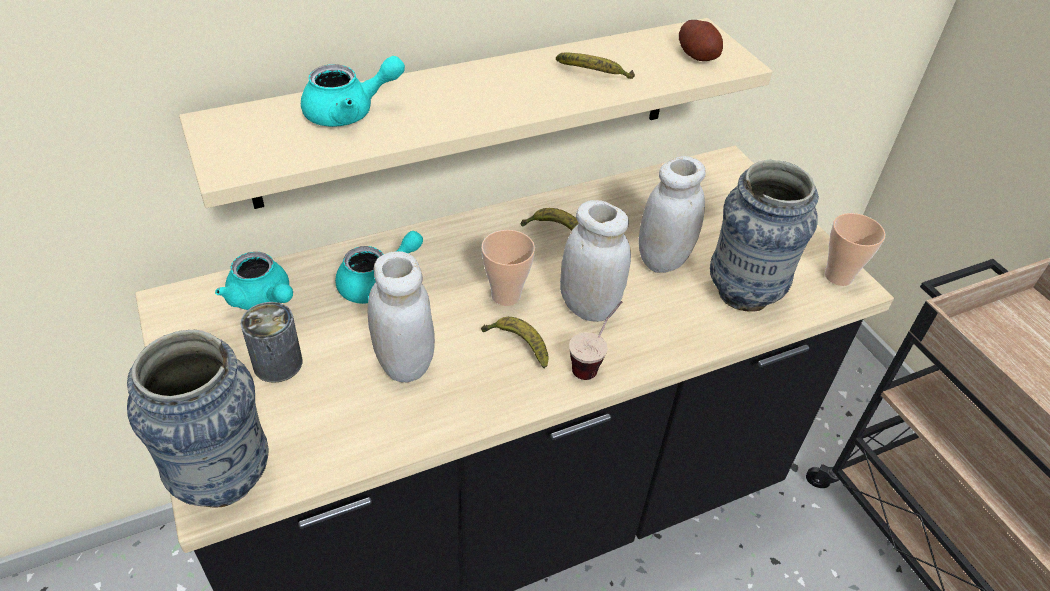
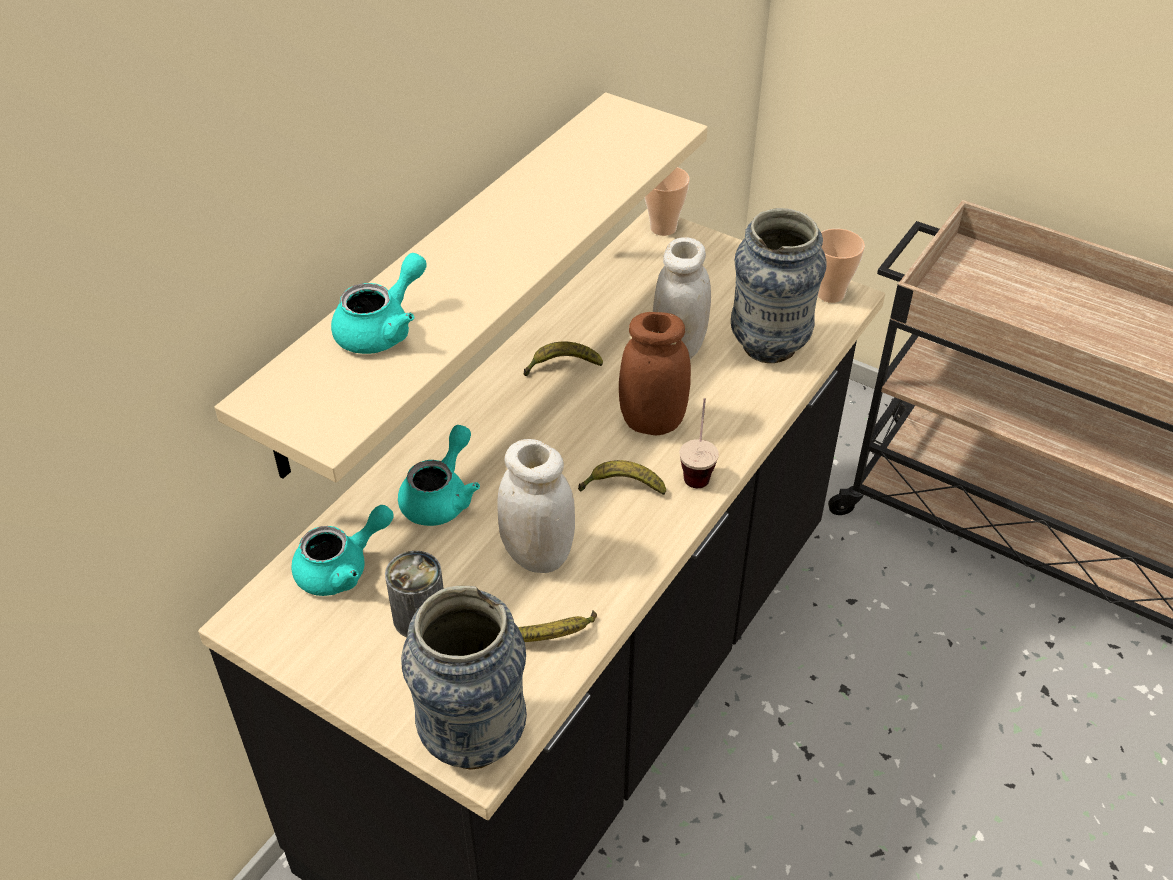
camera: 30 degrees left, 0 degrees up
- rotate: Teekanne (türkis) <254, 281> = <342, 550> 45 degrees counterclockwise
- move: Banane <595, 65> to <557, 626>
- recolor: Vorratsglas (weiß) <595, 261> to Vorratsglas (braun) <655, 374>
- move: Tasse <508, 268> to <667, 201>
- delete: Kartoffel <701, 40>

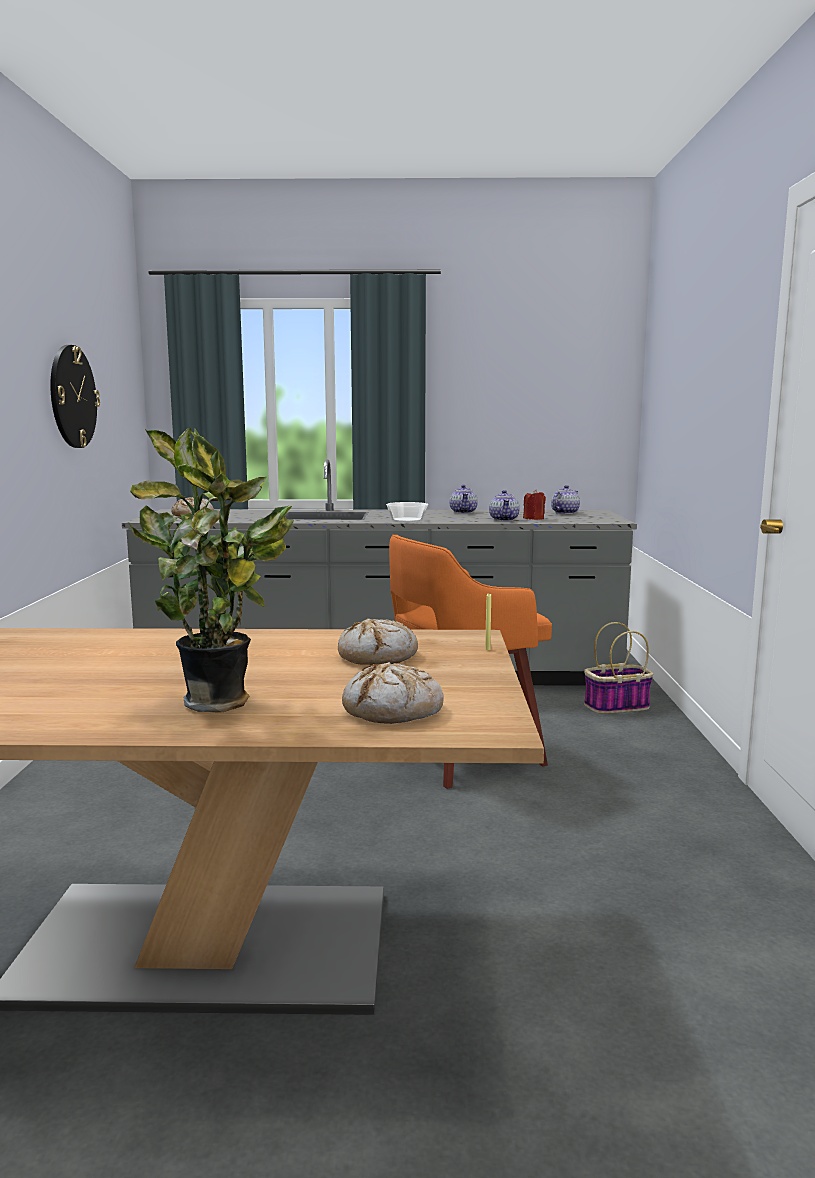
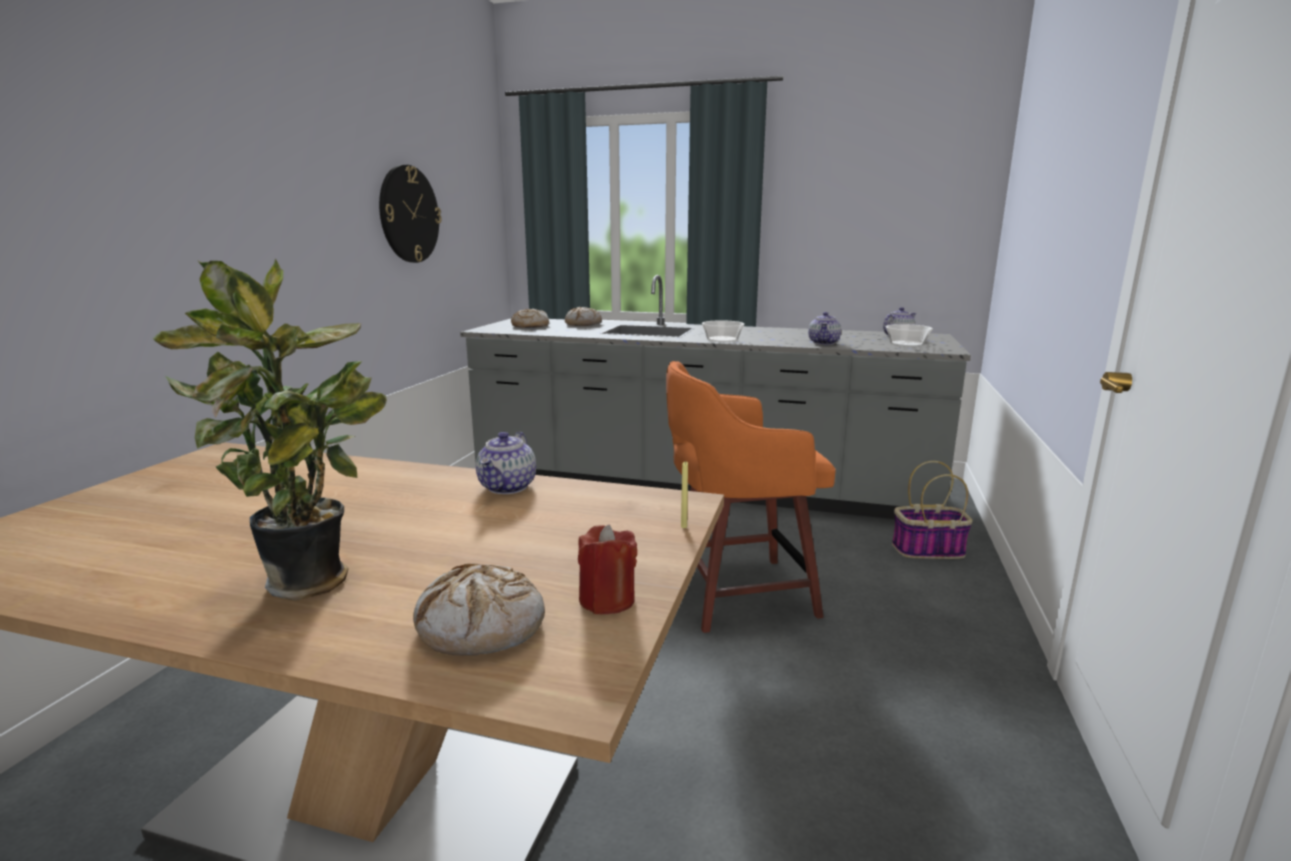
camera: 15 degrees right, 5 degrees up
- move: Teekanne <463, 499> to <506, 463>
- move: Brot <378, 641> to <583, 316>
- move: Kerze (rot) <534, 505> to <607, 569>
- insert: Schüssel <909, 335>

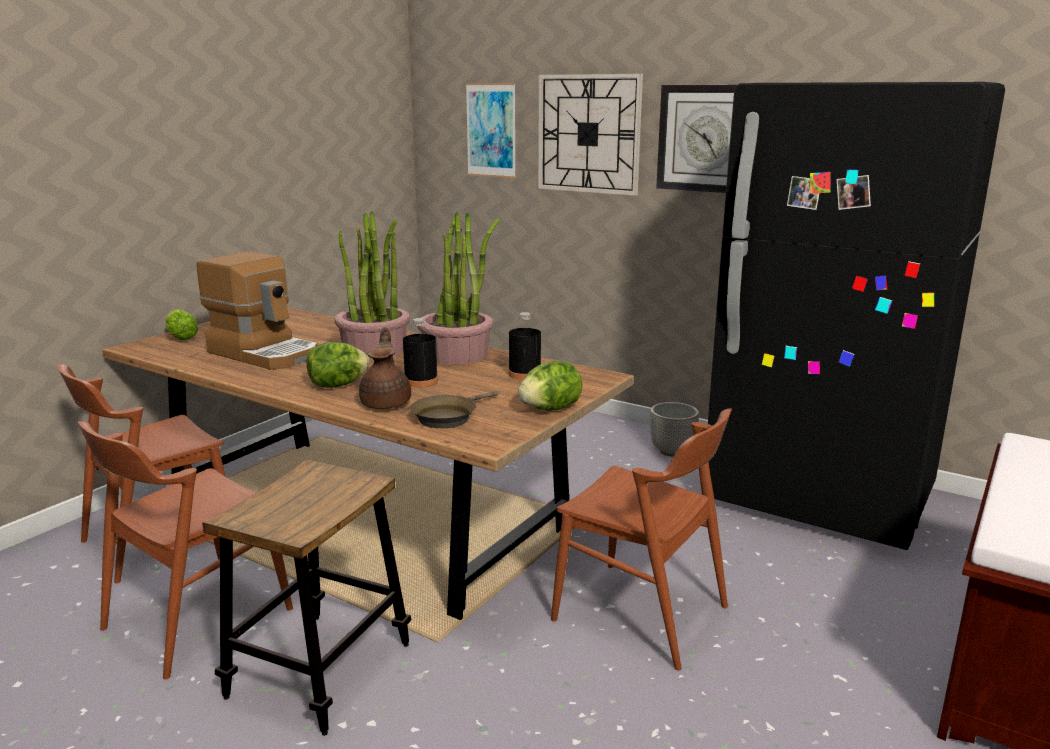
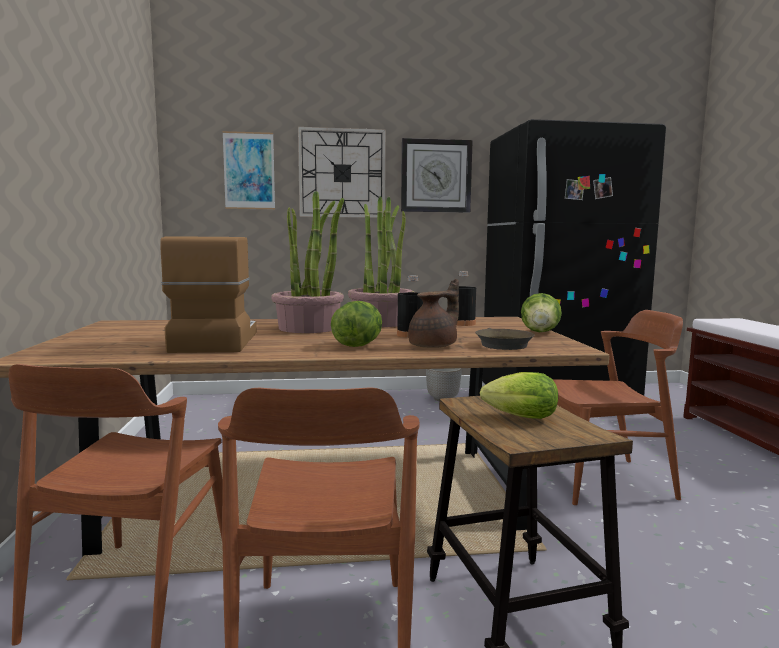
camera: 40 degrees left, 10 degrees down
- rotate: Kaffeemaschine <257, 311> = <208, 294> 90 degrees counterclockwise
- rotate: Teekanne (braun) <385, 368> = <433, 313> 90 degrees clockwise
- move: Salatkopf <182, 324> to <519, 395>

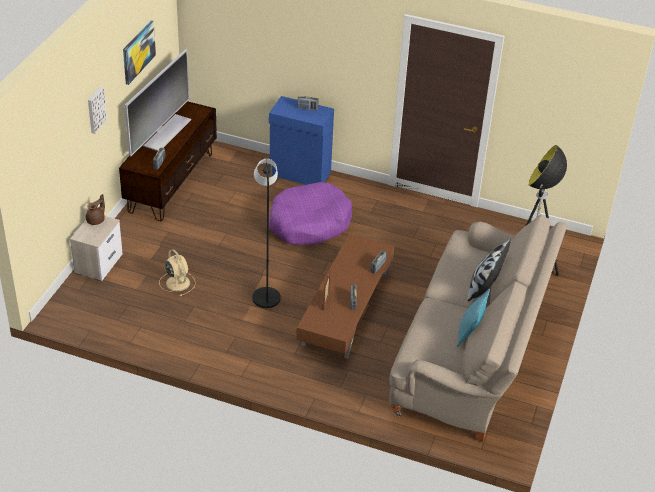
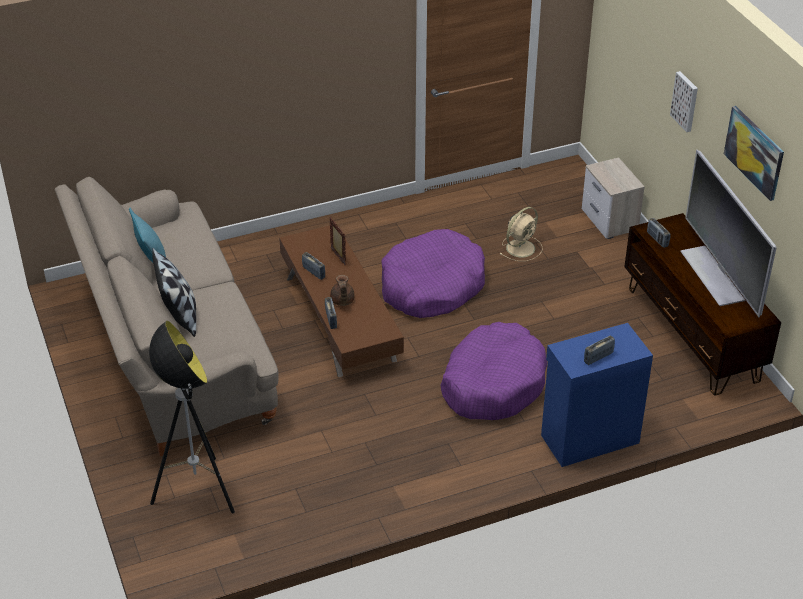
camera: 140 degrees right, 0 degrees up
- move: Teekanne (braun) <95, 209> to <342, 290>
- replace: Stehlampe (schwarz) <266, 233> to Hundebett (lila) <433, 273>
- rotate: Ventilator (beige) <177, 272> = <521, 234> 60 degrees counterclockwise

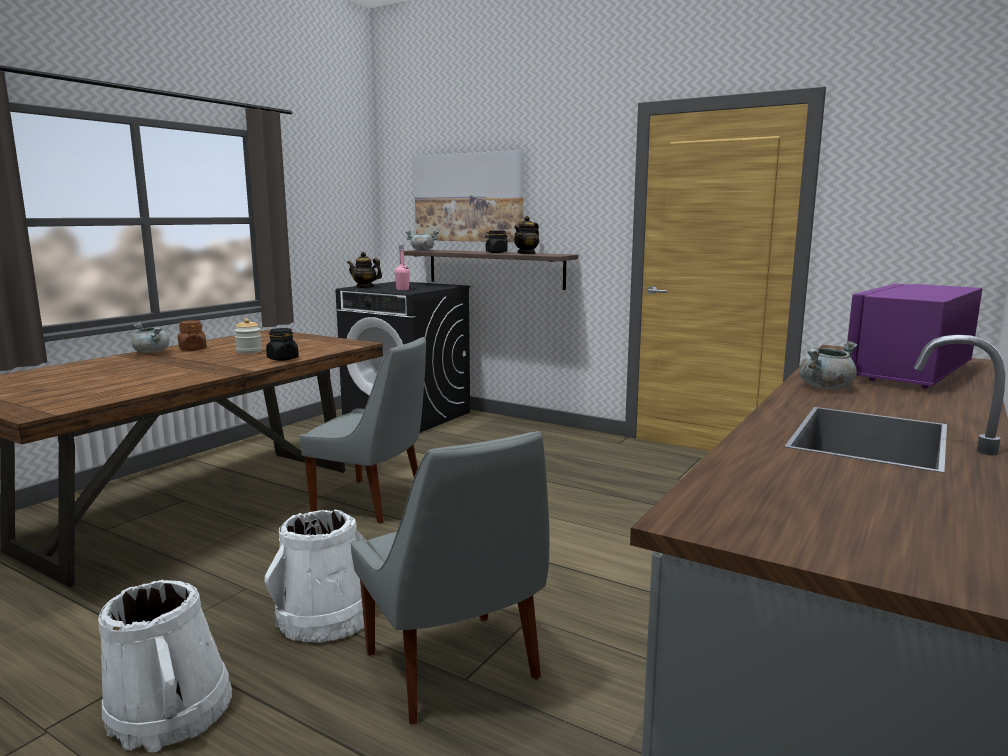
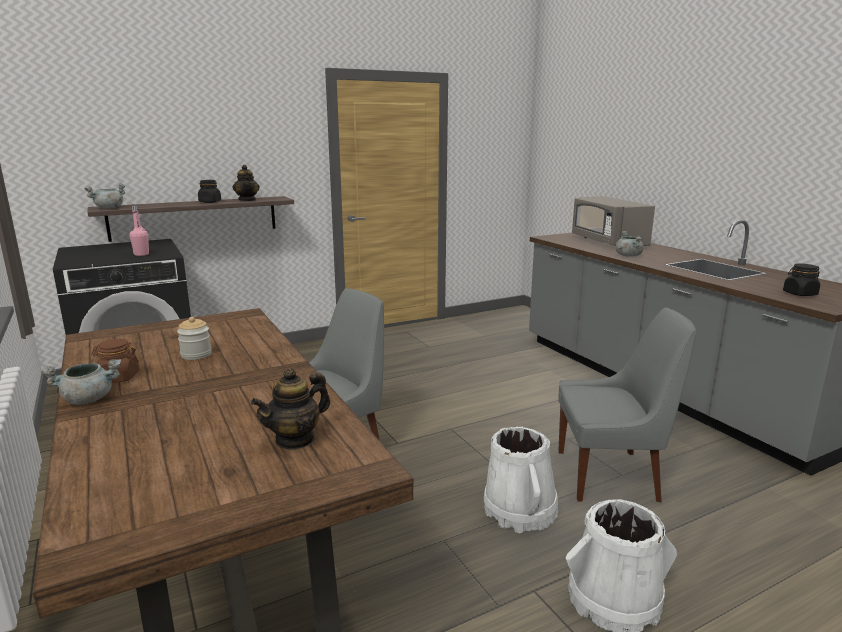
camera: 60 degrees left, 5 degrees up
- move: Teekanne <364, 270> to <290, 409>
- recolor: Mikrowelle (lila) <914, 336> to Mikrowelle (grau) <613, 221>
- move: Vorratsglas (schwarz) <282, 344> to <801, 280>
- delete: Bild <469, 196>

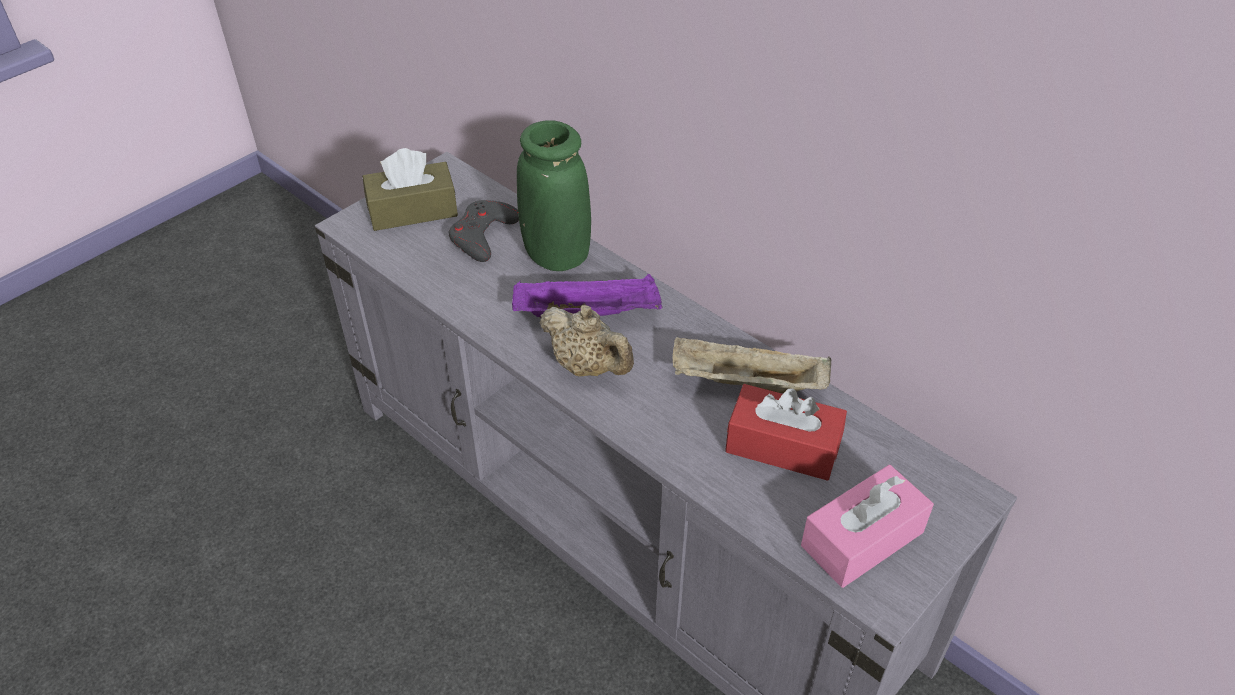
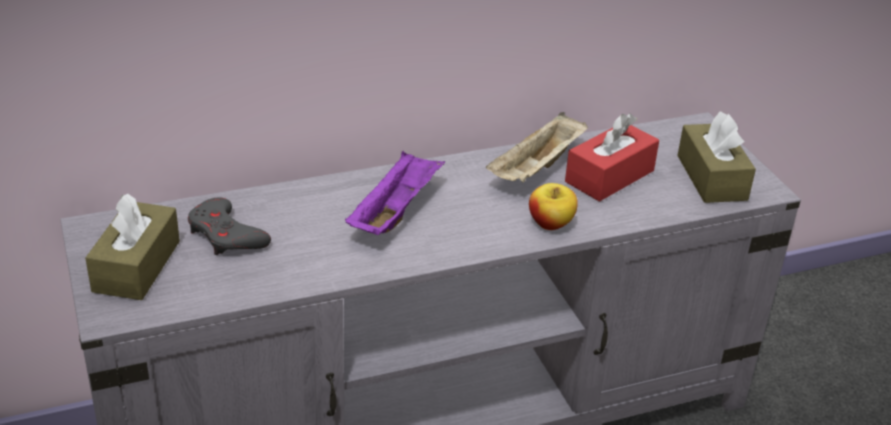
camera: 65 degrees left, 10 degrees down
- insert: Apfel <553, 206>
- recolor: Taschentuchbox (rosa) <867, 526> to Taschentuchbox (braun) <716, 157>
- delete: Vase (grün) <554, 195>
- delete: Teekanne (beige) <586, 341>

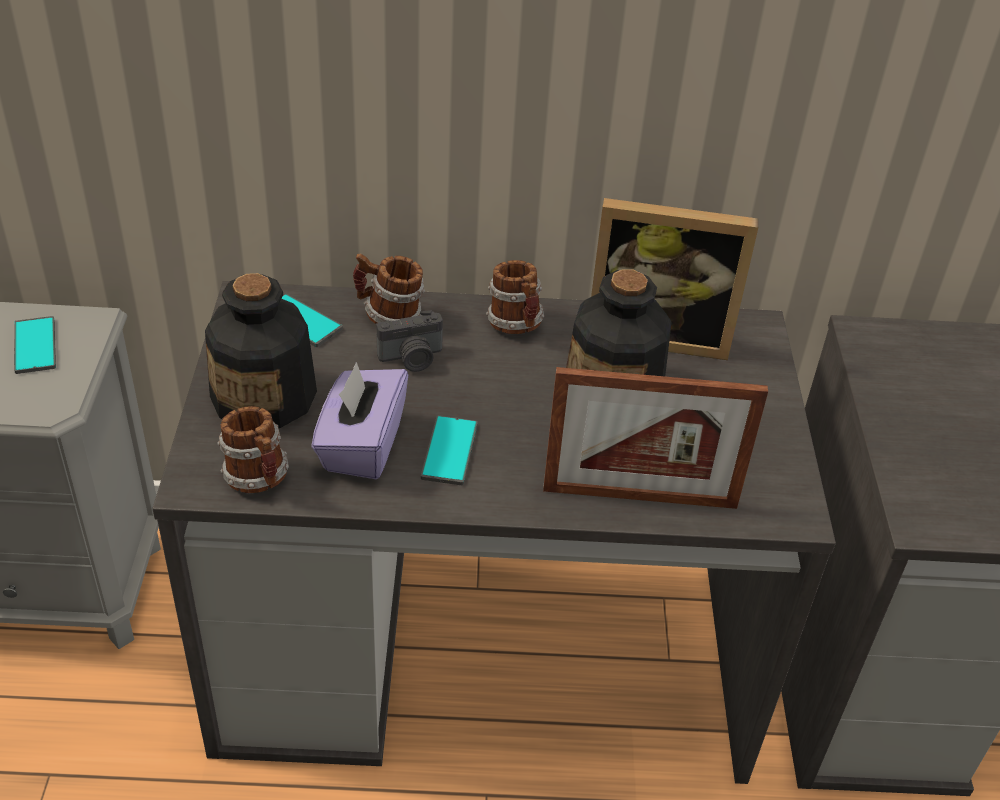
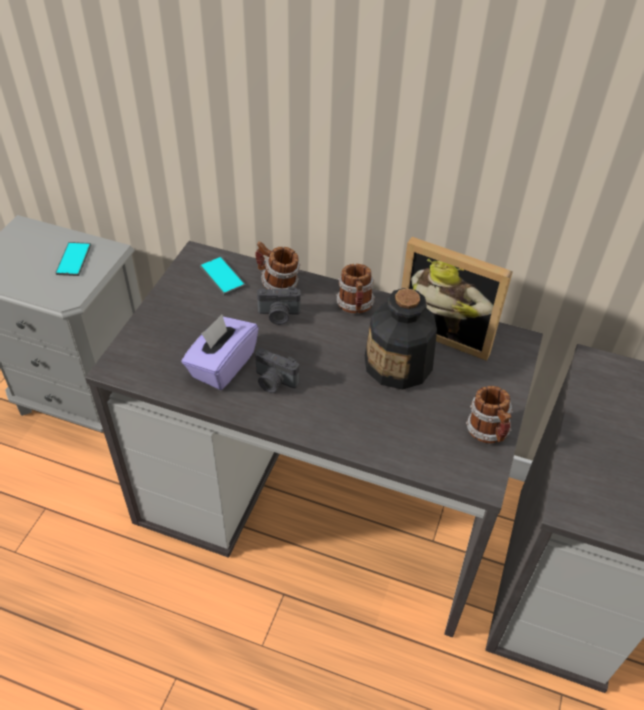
camera: 20 degrees right, 5 degrees up
- replace: Handy <449, 450> to Kamera <277, 370>
- move: Henkelbecher <253, 449> to <489, 414>
- delete: Flasche <261, 350>
- delete: Bilderrahmen <655, 438>

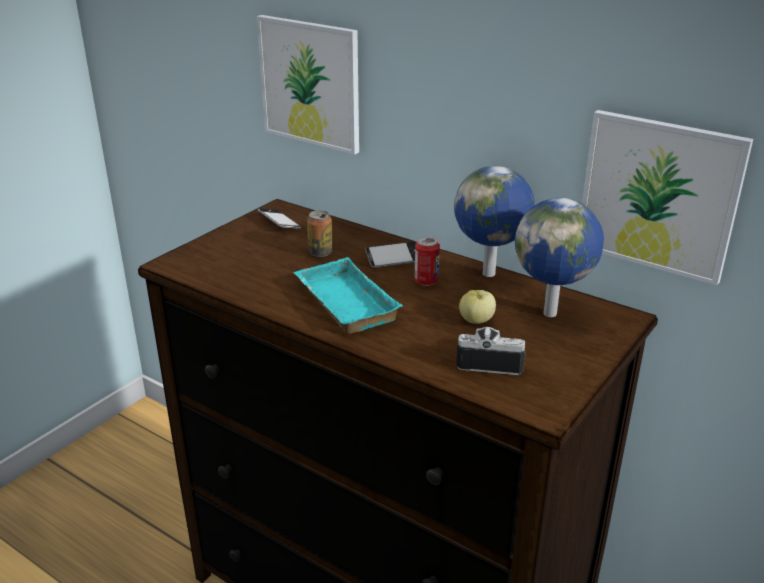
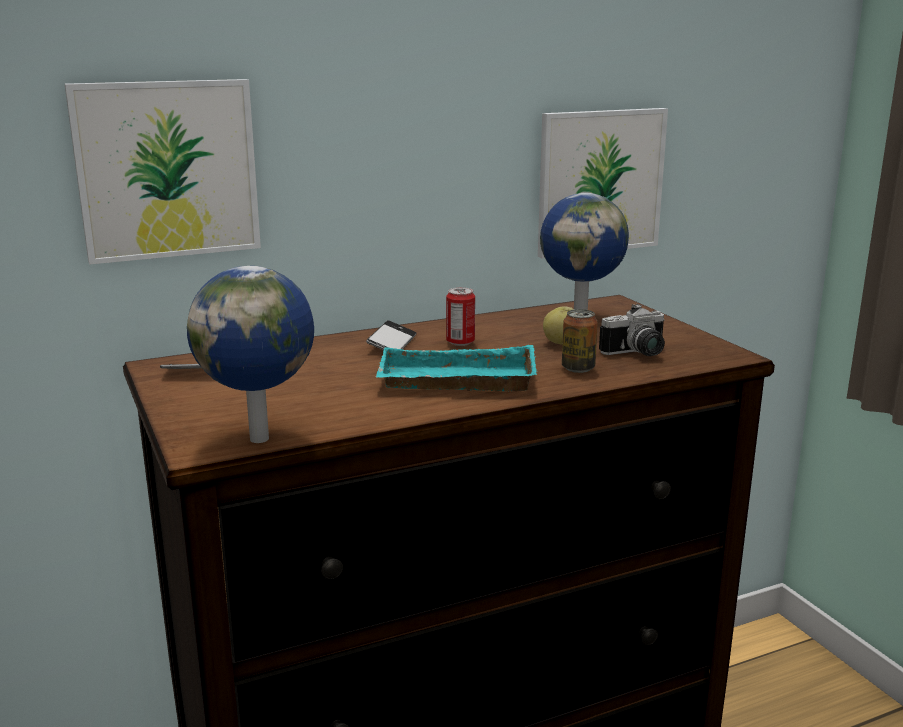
camera: 60 degrees left, 10 degrees down
- move: Globus <494, 221> to <250, 354>
- move: Dose <320, 233> to <580, 341>
- rotate: Kamera <491, 351> = <632, 330> 150 degrees counterclockwise

